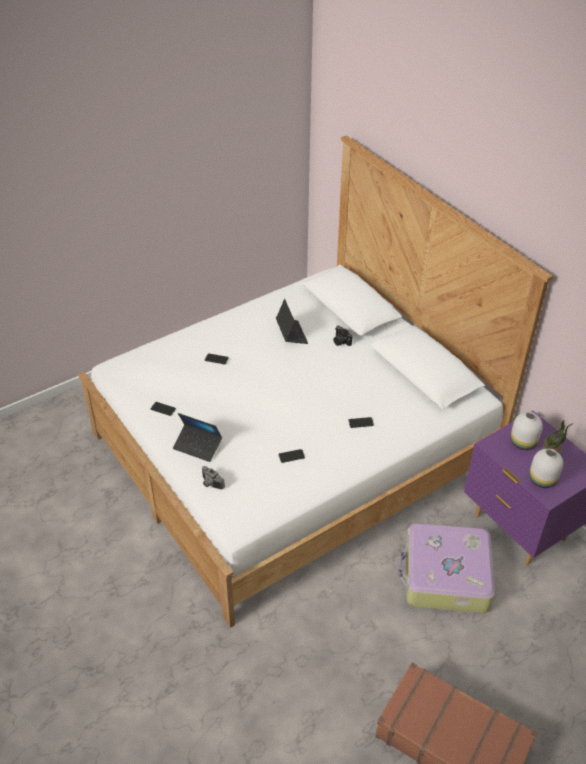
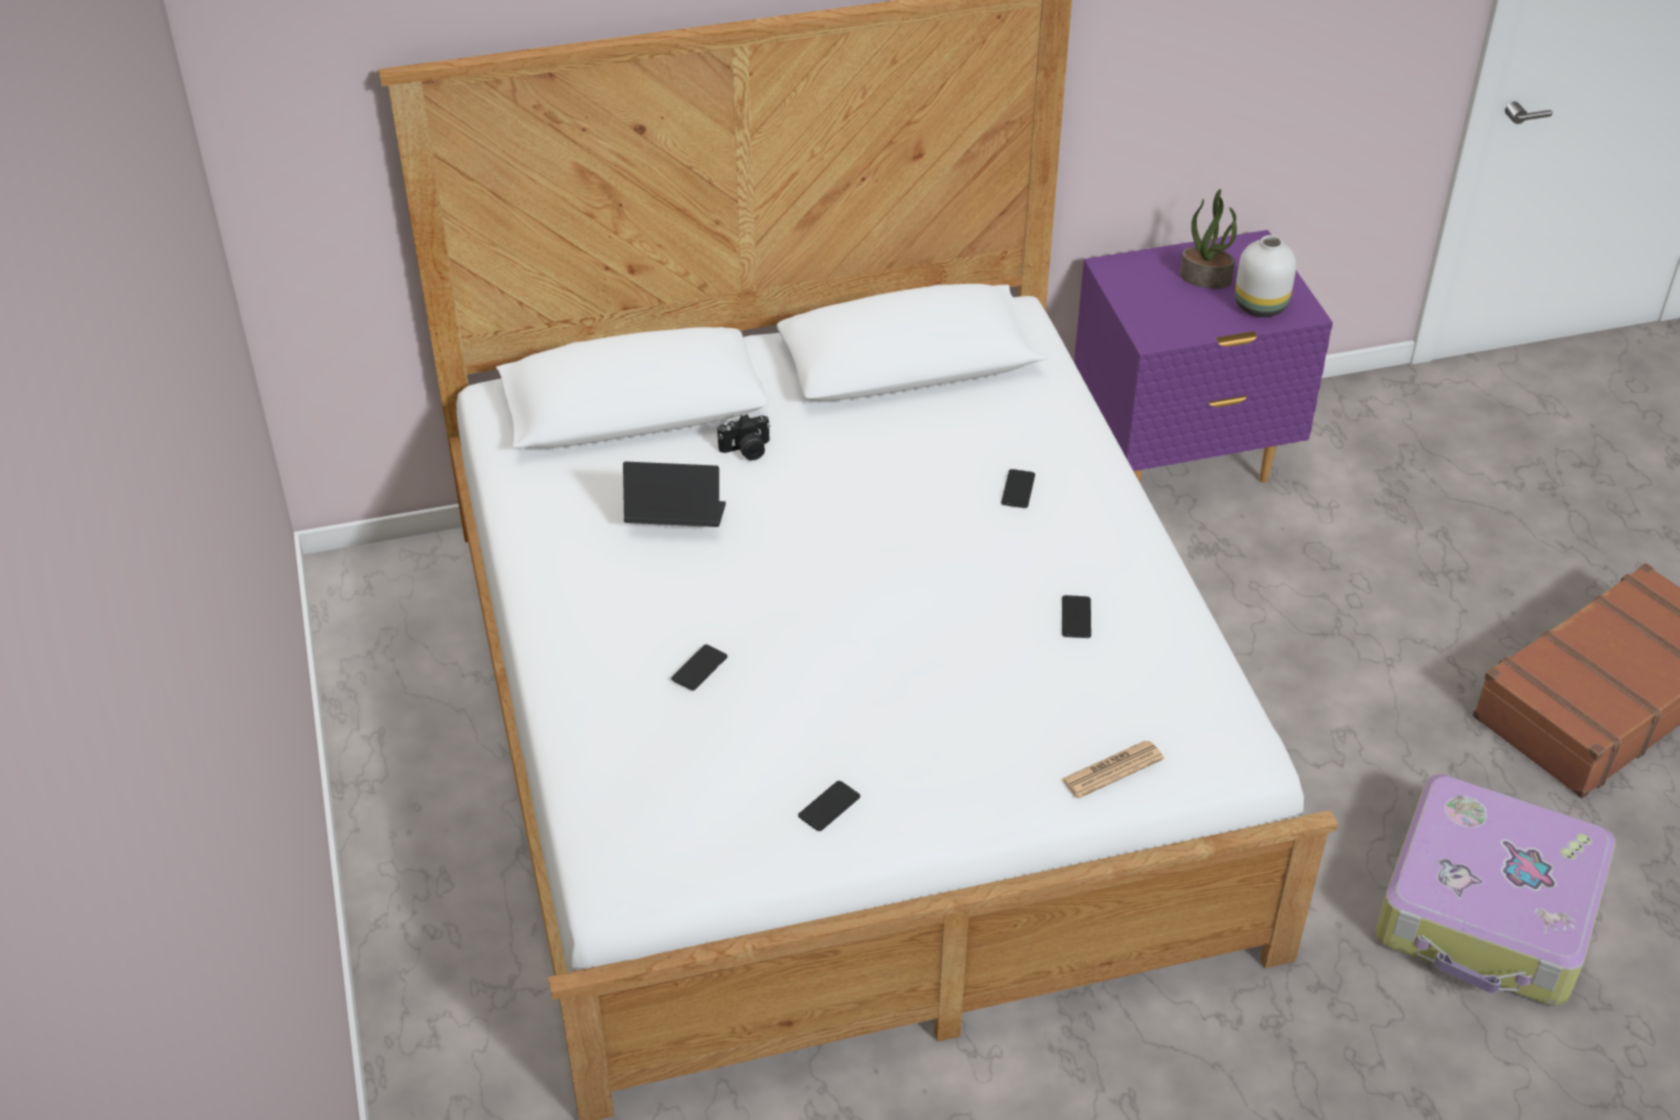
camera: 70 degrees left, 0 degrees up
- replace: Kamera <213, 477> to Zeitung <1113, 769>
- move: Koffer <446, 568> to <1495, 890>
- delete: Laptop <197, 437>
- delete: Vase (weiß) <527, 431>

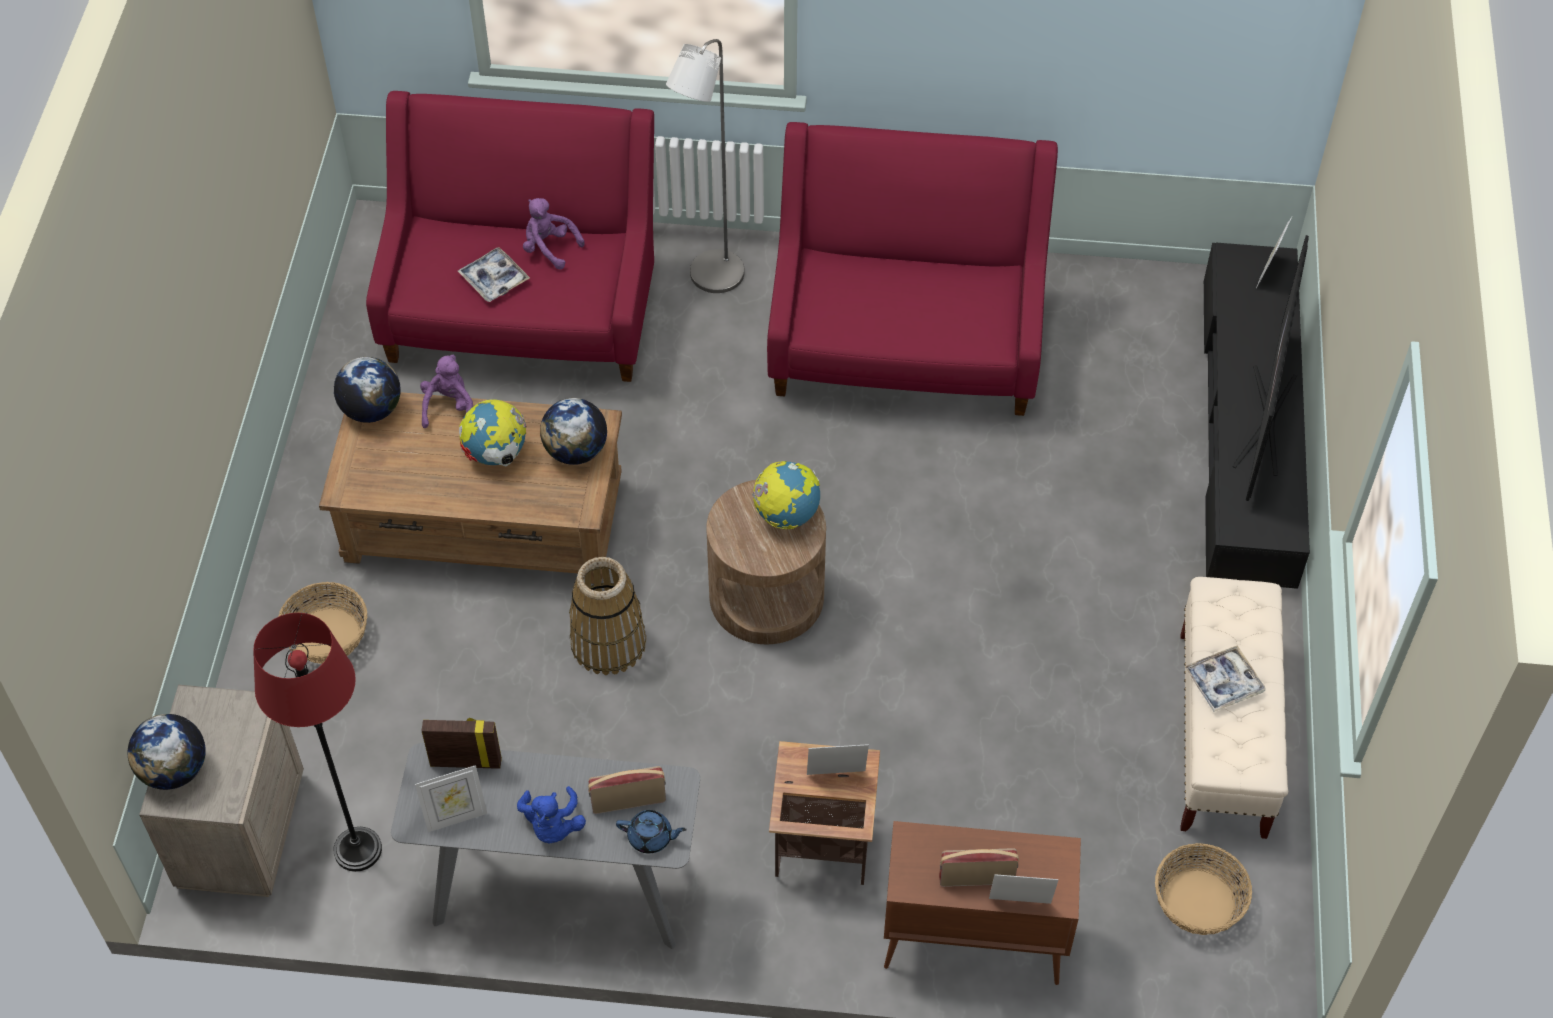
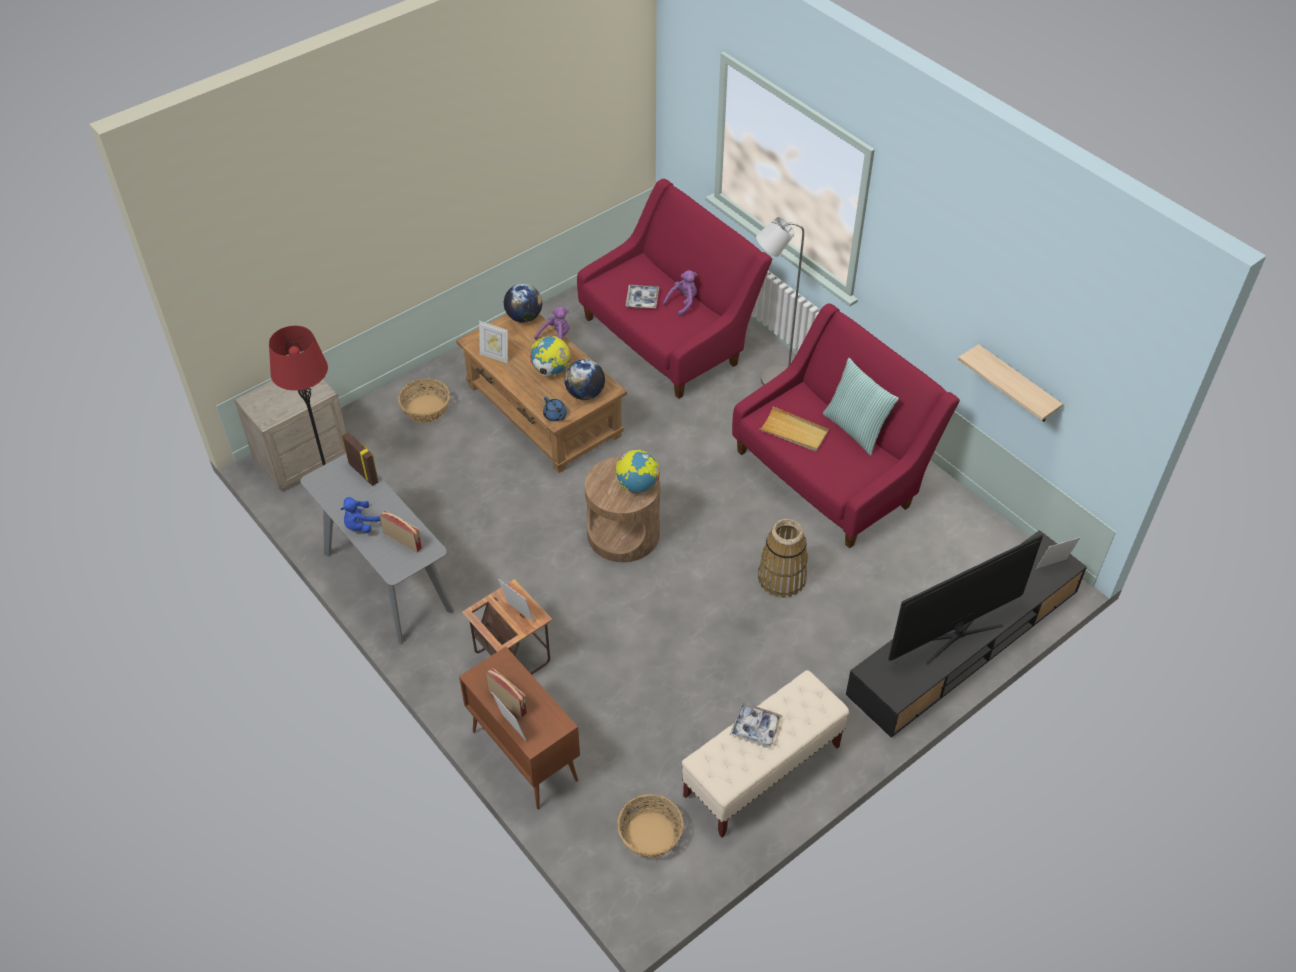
camera: 45 degrees right, 5 degrees down
- move: Bilderrahmen <451, 798> to <493, 342>
- move: Teekanne (blau) <651, 832> to <555, 409>
- rotate: Plüschtier (lila) <554, 233> = <680, 293> 60 degrees clockwise
- move: Korb <607, 616> to <783, 558>
- insert: Tablett (beige) <794, 429>
- insert: Kissen <861, 407>
- insert: Wandregal <1010, 383>
- delete: Globus <167, 752>

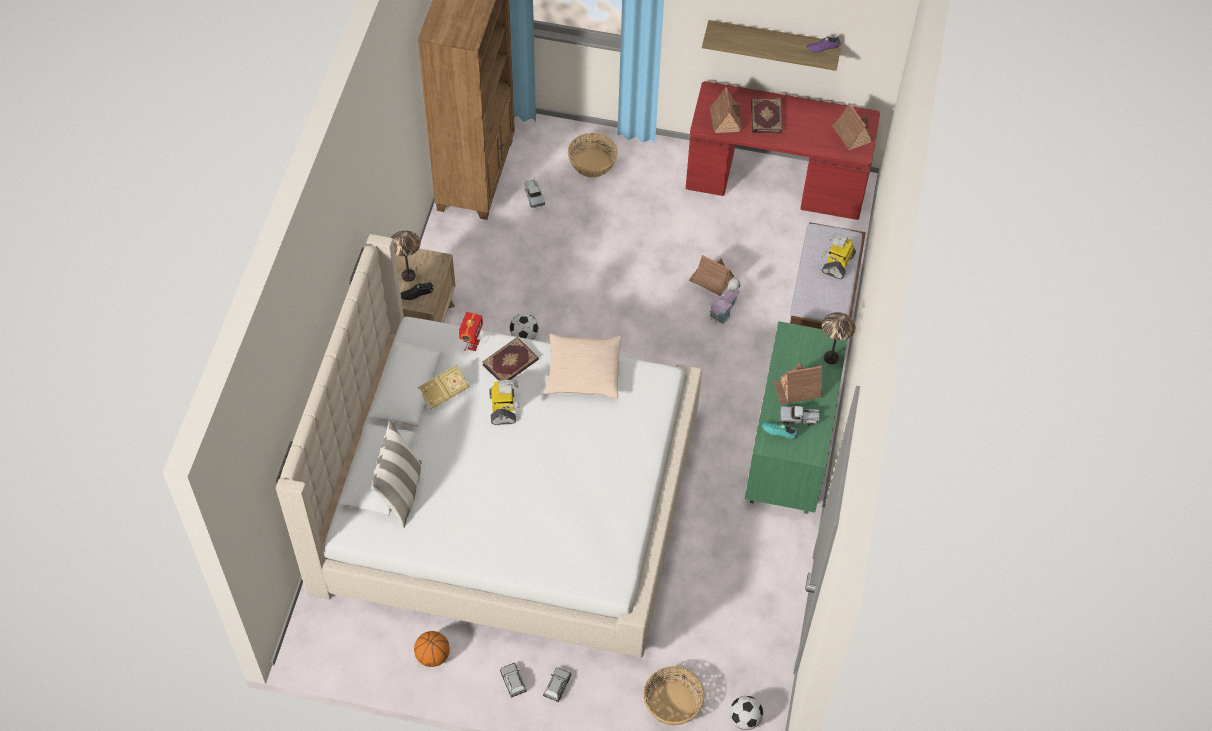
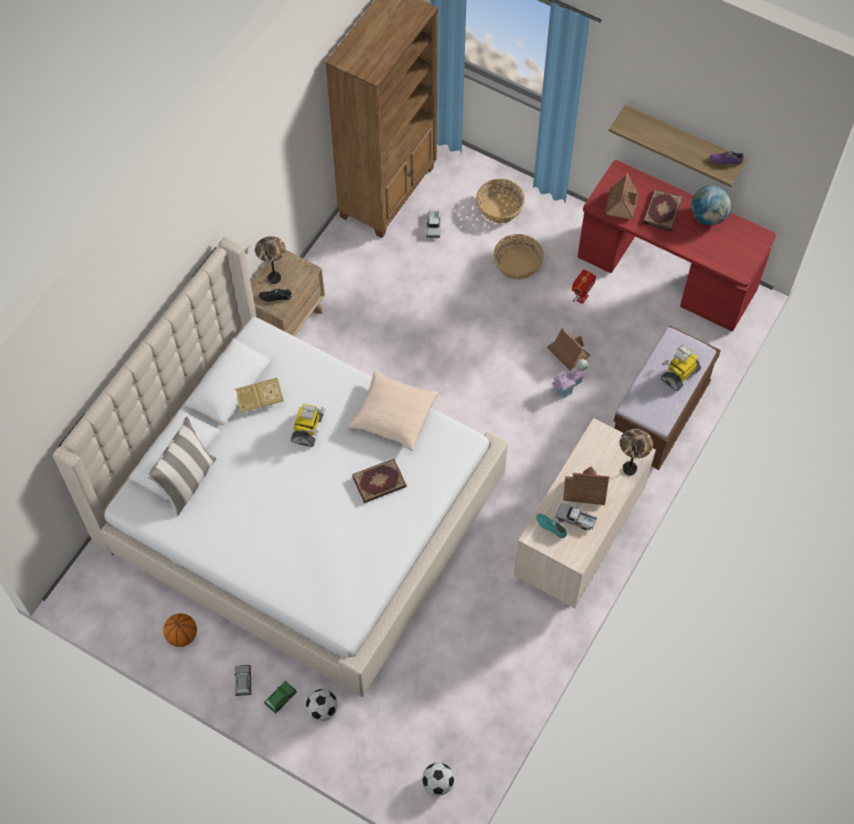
camera: 20 degrees right, 5 degrees up
- recolor: Spielzeugauto (grau) <557, 684> to Spielzeugauto (grün) <280, 697>
- move: Fußball <524, 326> to <322, 705>
- move: Buch <510, 358> to <379, 480>
- move: Korb <674, 695> to <518, 257>
- recolor: Kommode (grün) <796, 417> to Kommode (beige) <585, 513>
- move: Spielzeugroboter <471, 331> to <584, 286>
- insert: Globus <711, 205>
- delete: Spielzeughaus <852, 126>

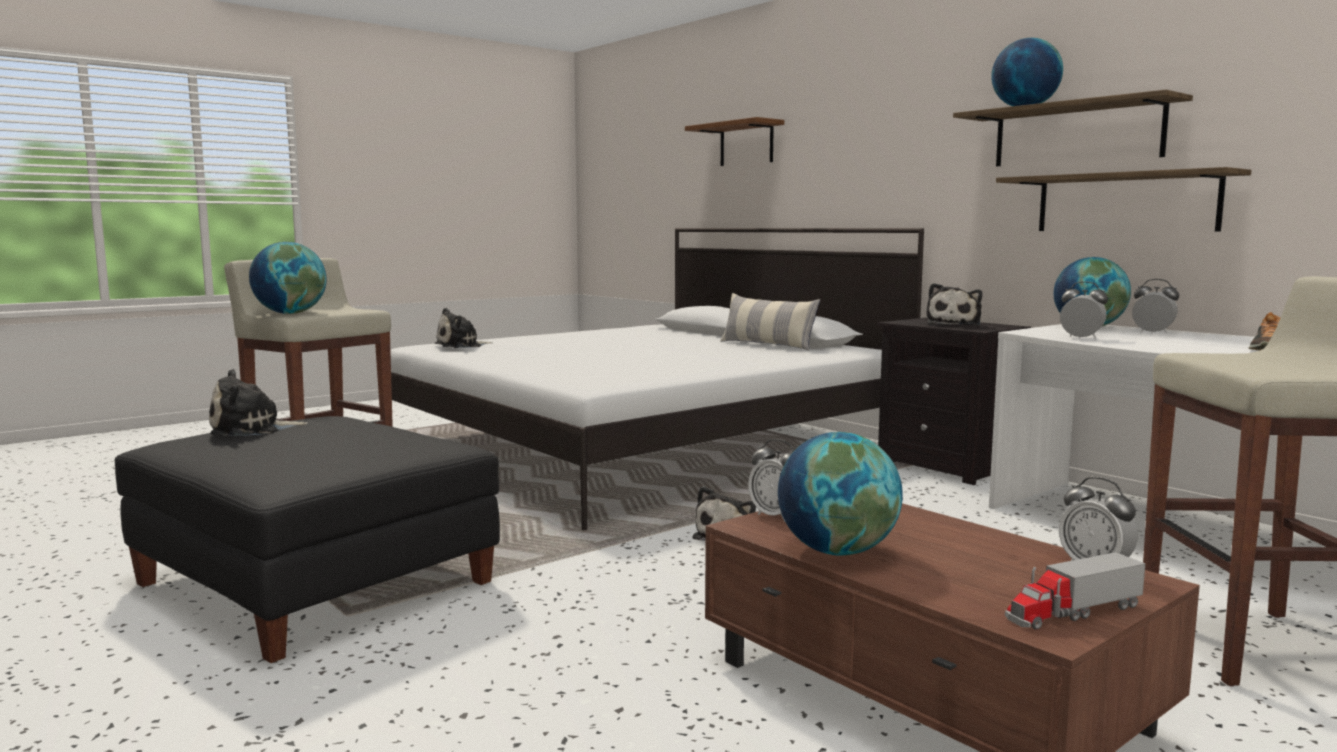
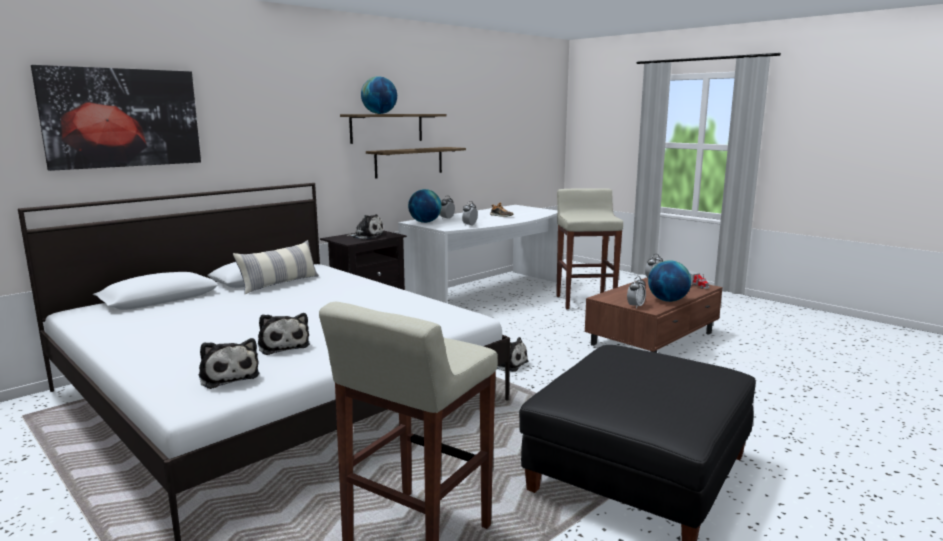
camera: 95 degrees left, 5 degrees up
- replace: Wandregal (braun) <734, 141> to Bild <116, 118>
- move: Plüschtier <258, 403> to <284, 334>
- delete: Globus <288, 278>

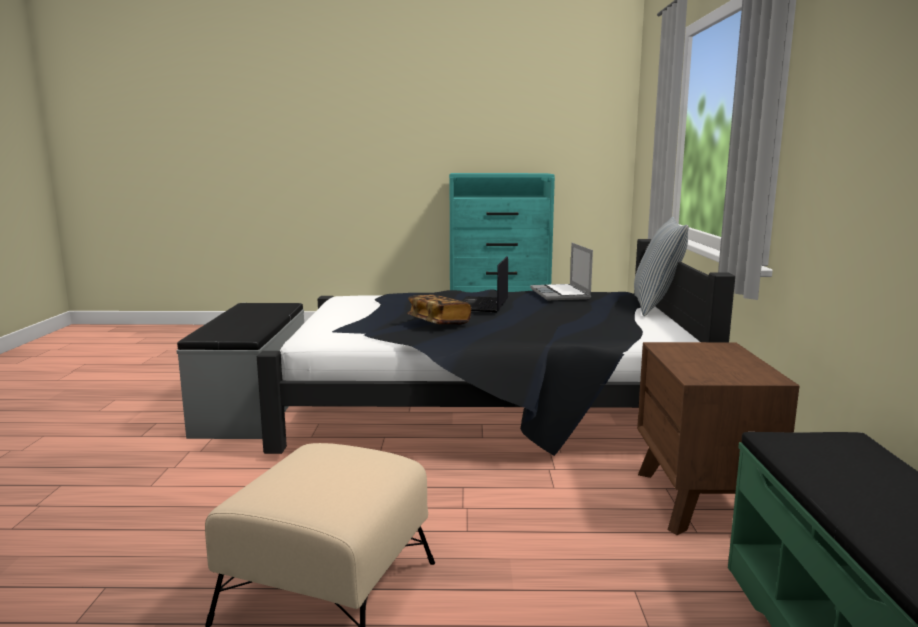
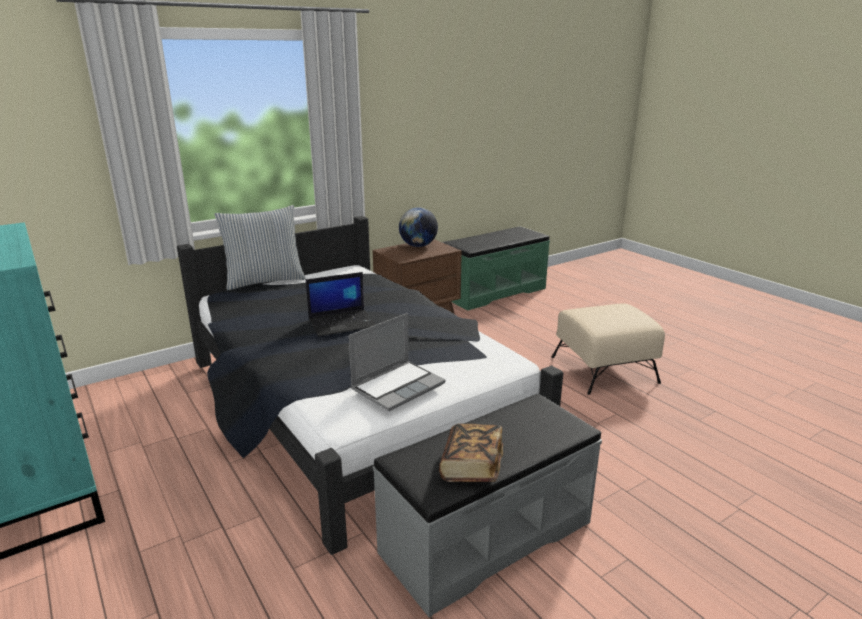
camera: 125 degrees left, 10 degrees up
- move: Laptop <561, 272> to <396, 362>
- insert: Globus <418, 227>
- move: Buch <439, 309> to <471, 453>

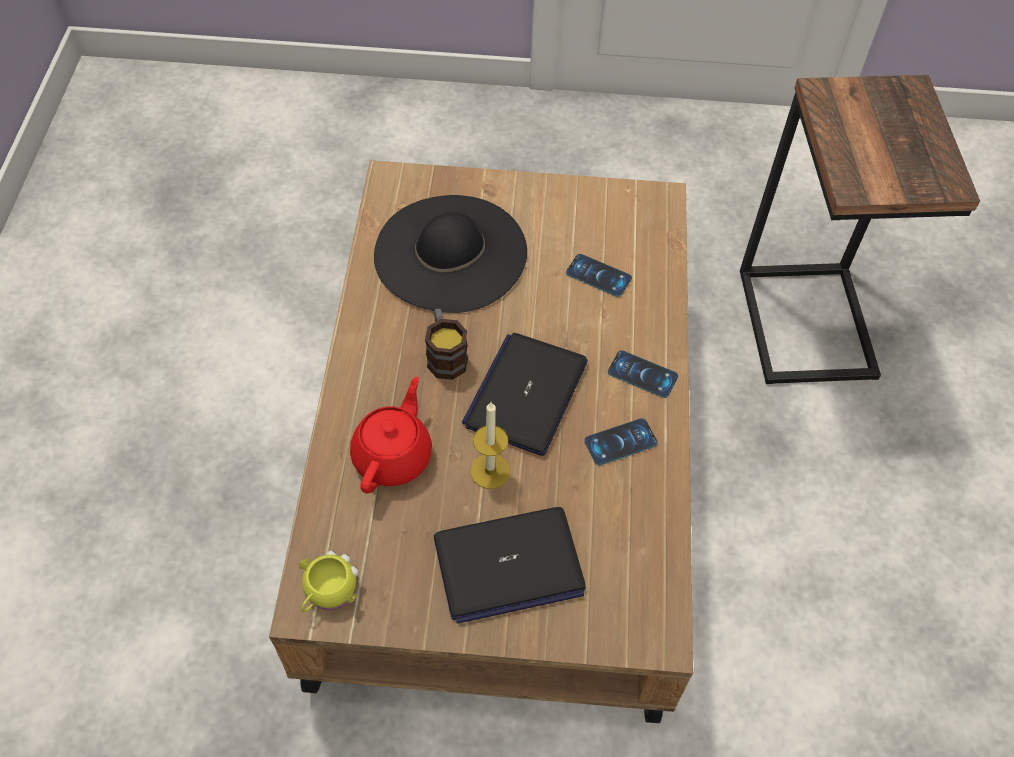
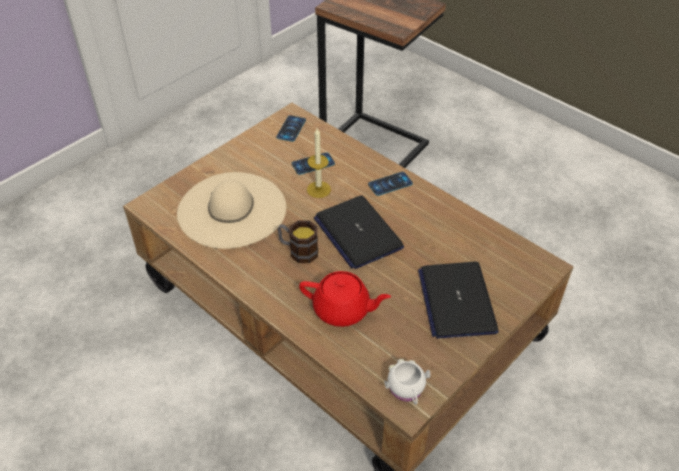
camera: 50 degrees left, 10 degrees down
- recolor: Hut (schwarz) <450, 254> to Hut (beige) <231, 210>
- move: Handy <621, 441> to <291, 128>
- rotate: Teekanne (rot) <391, 435> = <345, 299> 135 degrees clockwise
- move: Kerze <490, 445> to <319, 163>
- recolor: Henkelbecher (gelb) <329, 582> to Henkelbecher (weiß) <407, 382>
- rotate: Laptop <510, 565> = <458, 300> 150 degrees clockwise

